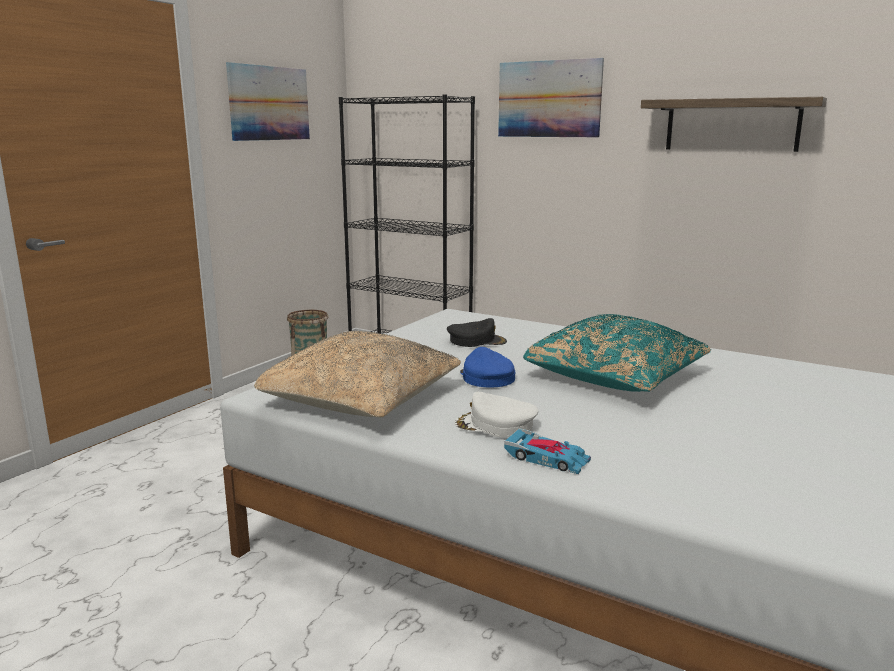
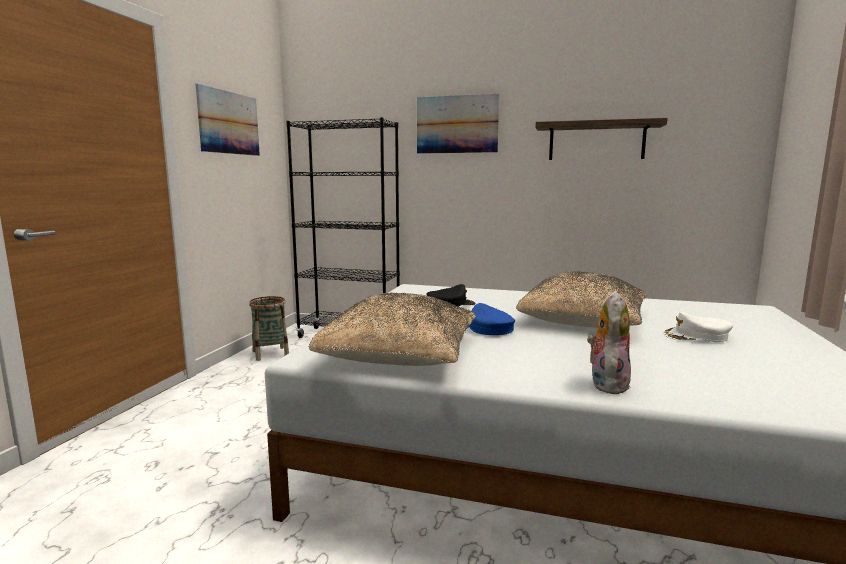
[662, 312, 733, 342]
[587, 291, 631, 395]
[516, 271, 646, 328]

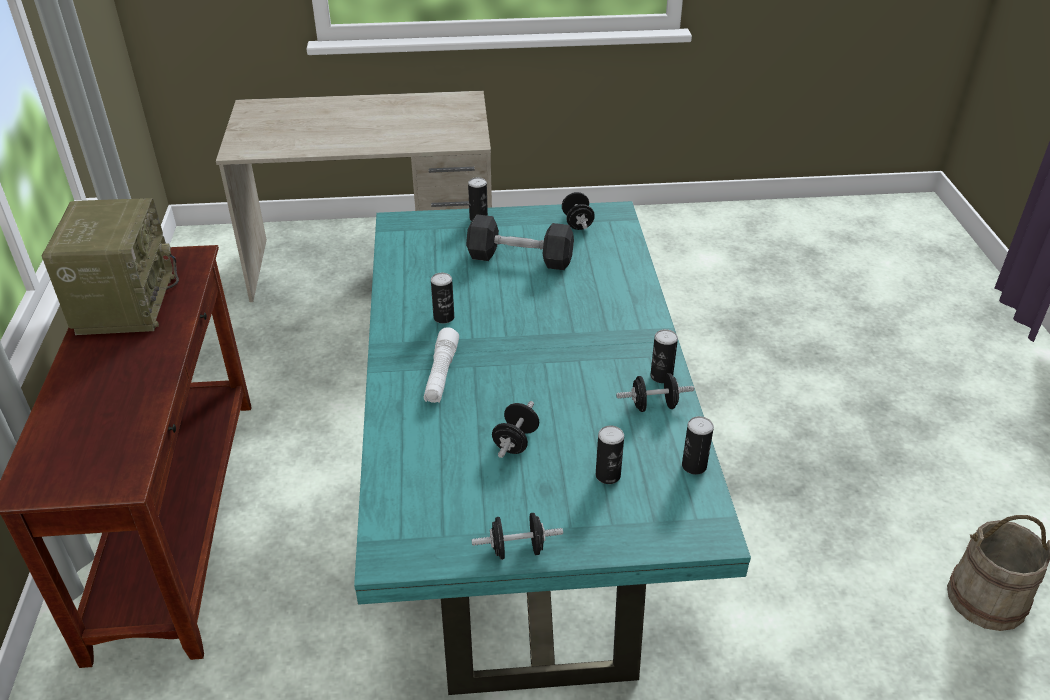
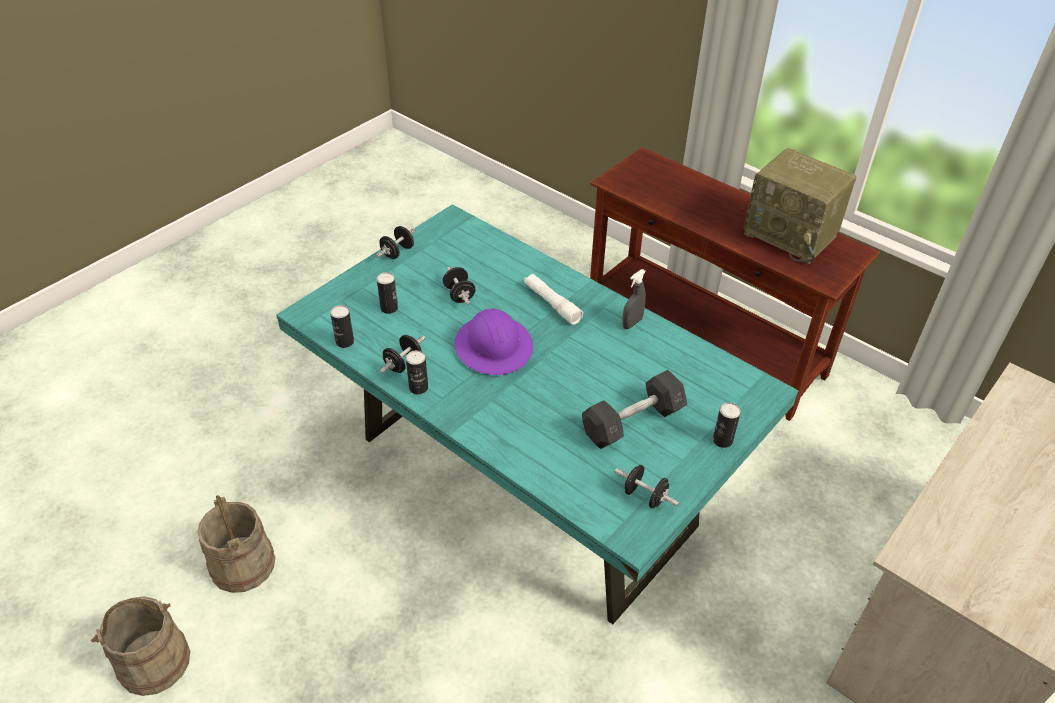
[431, 273, 454, 324] (first image)
[197, 495, 275, 593]
[454, 308, 533, 375]
[622, 269, 646, 329]

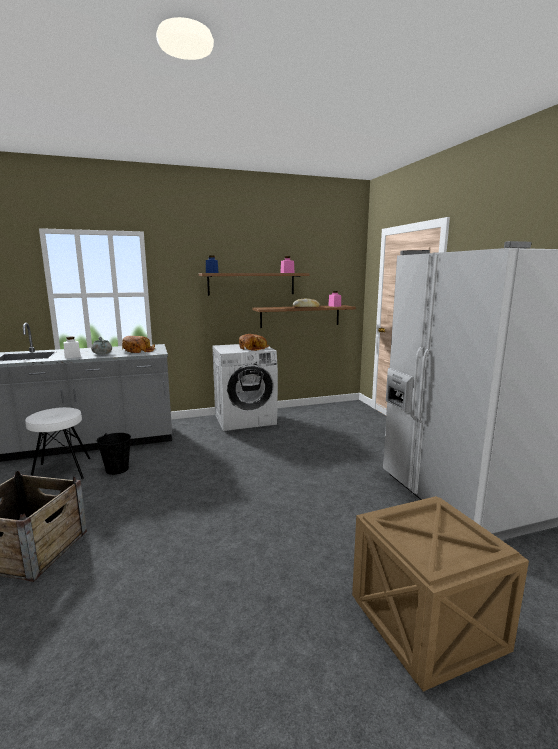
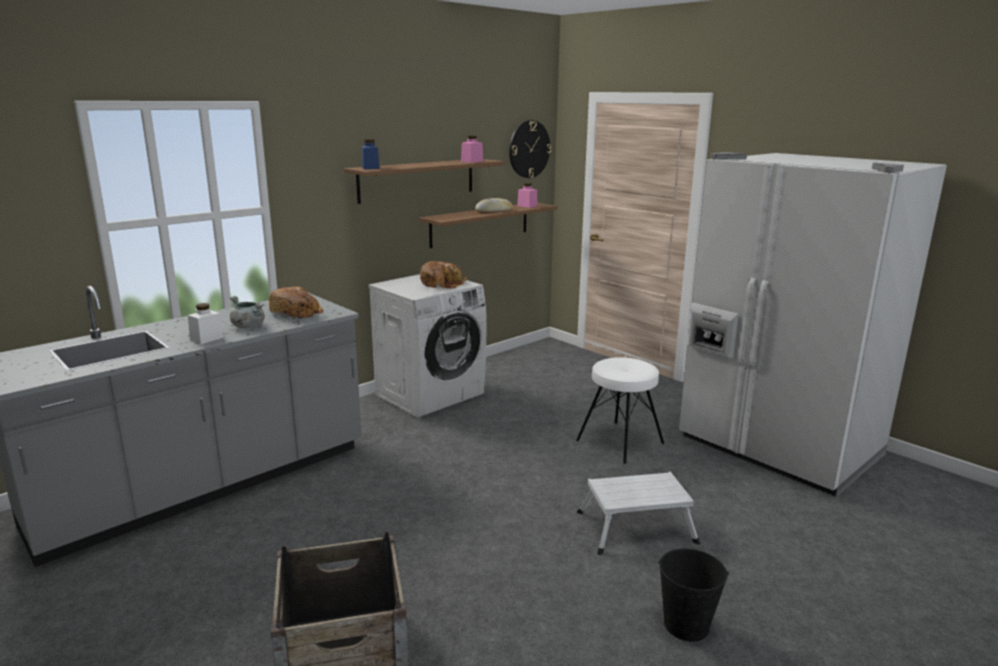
[352, 496, 529, 692] (first image)
[509, 120, 551, 178]
[577, 472, 700, 555]
[576, 357, 665, 464]
[659, 548, 729, 642]

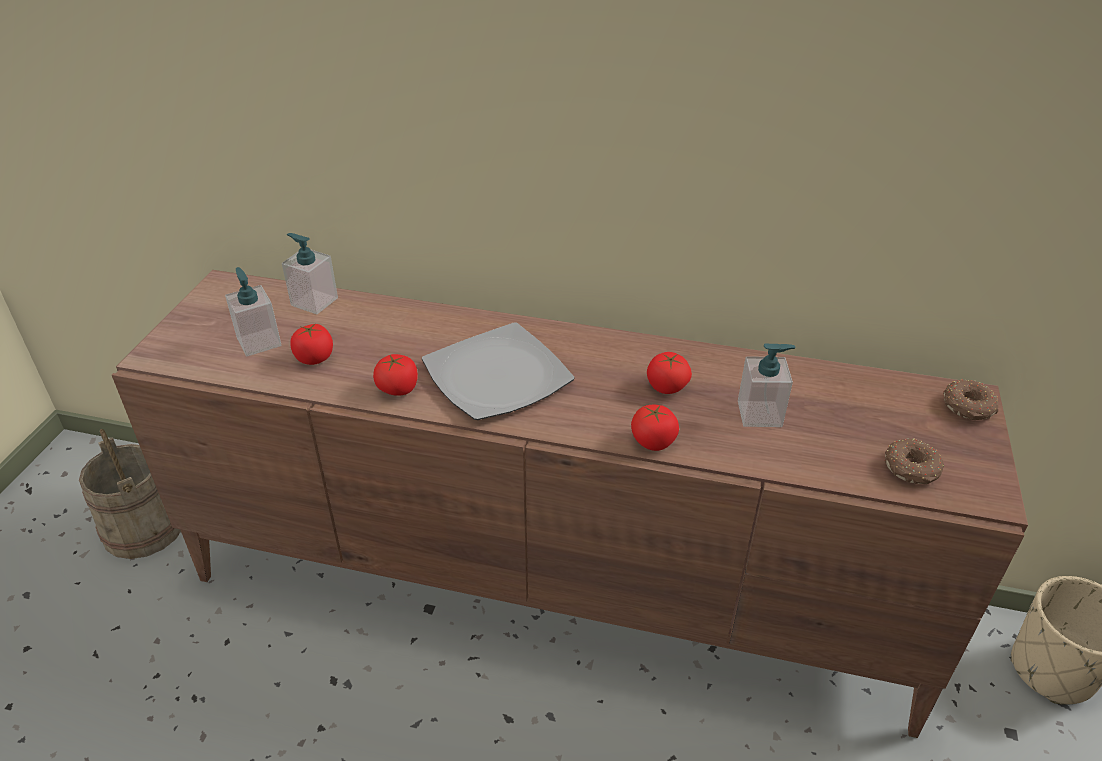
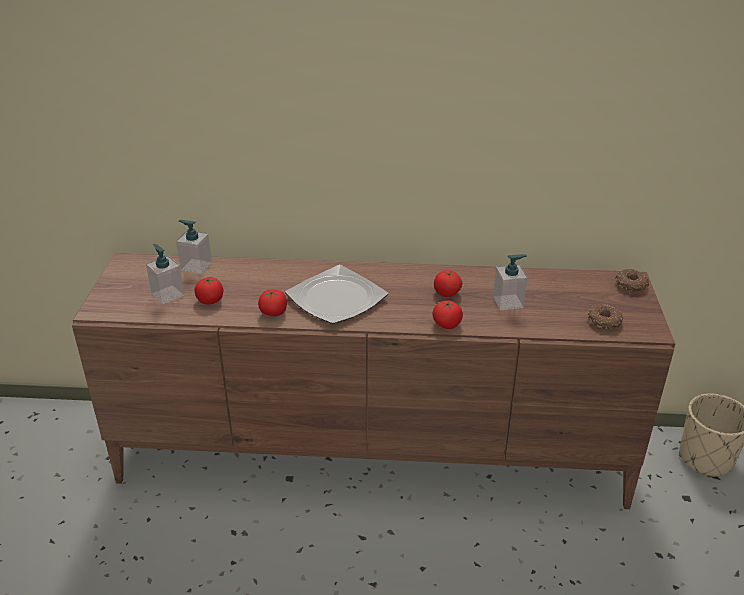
[79, 429, 181, 559] (first image)

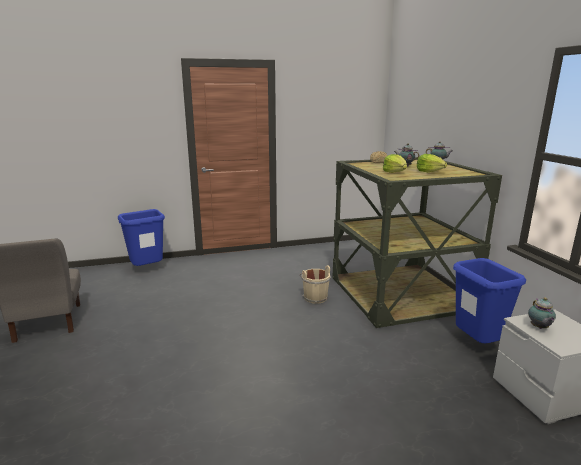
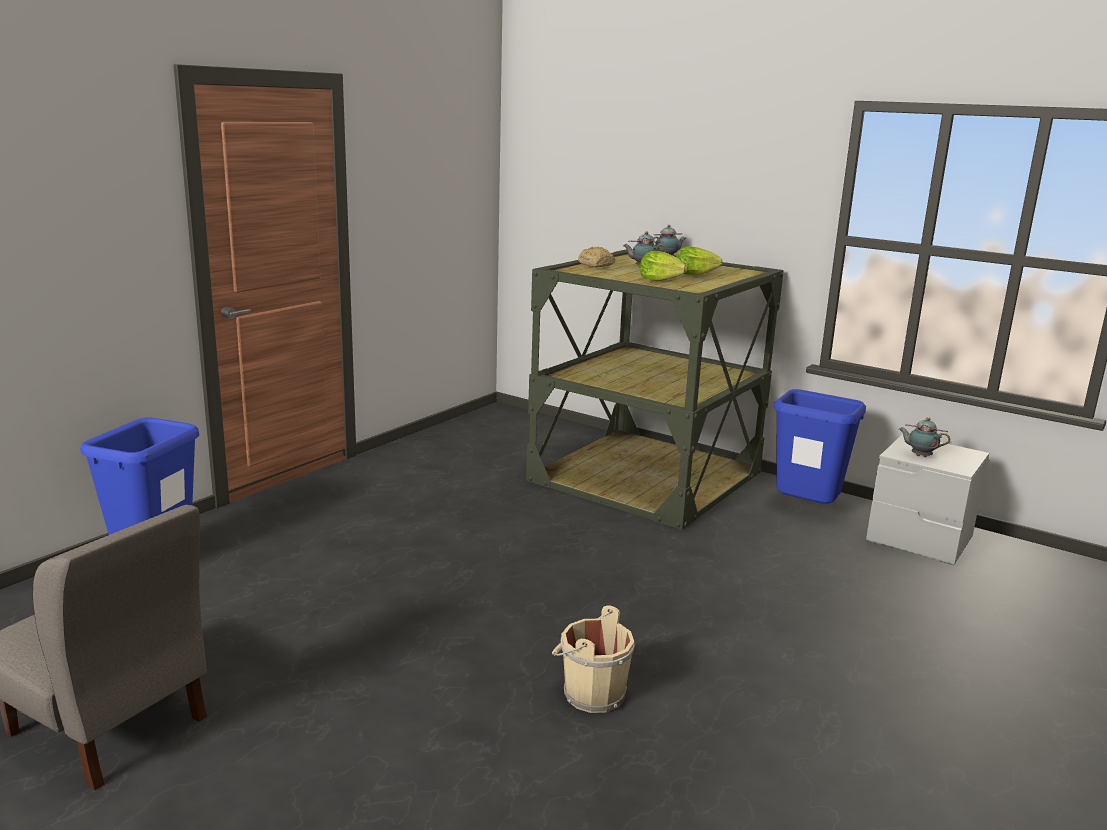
[552, 606, 635, 713]
[899, 417, 950, 457]

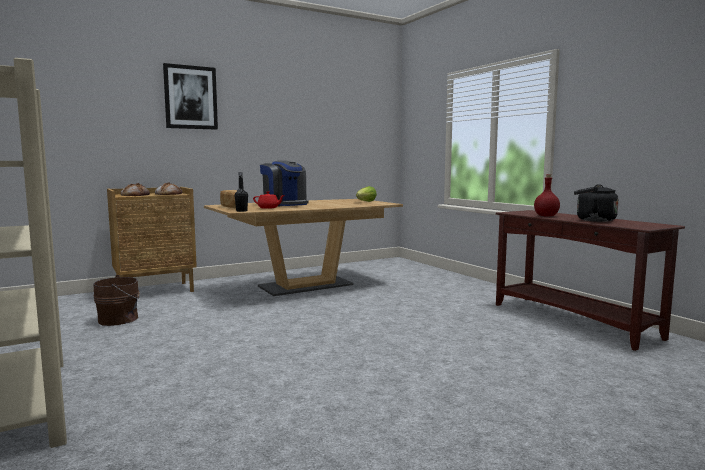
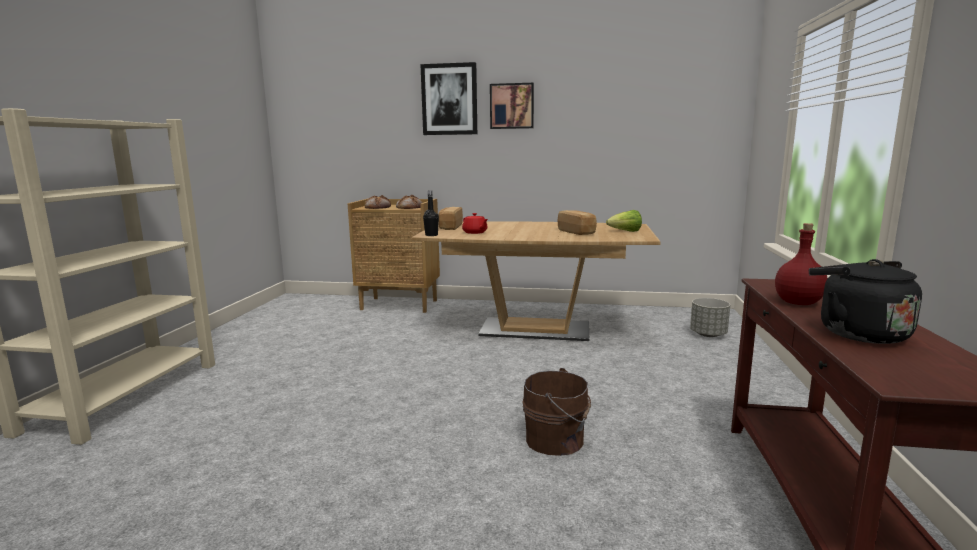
[260, 160, 308, 207] (first image)
[490, 83, 534, 129]
[557, 210, 597, 235]
[690, 298, 730, 337]
[522, 368, 591, 456]

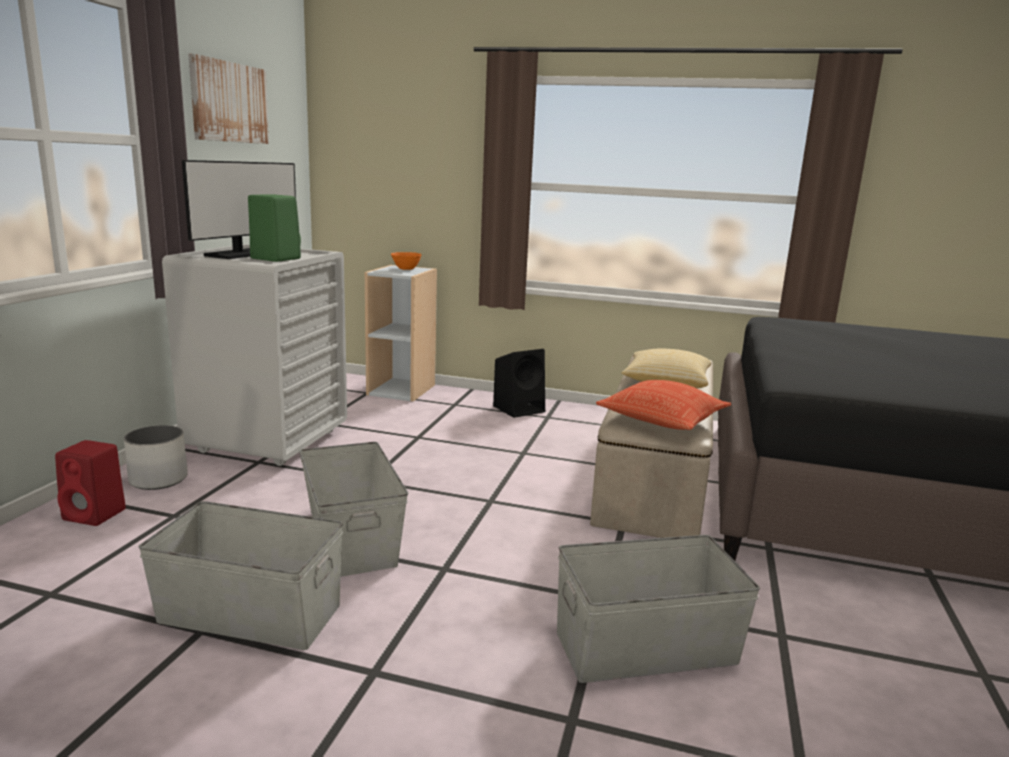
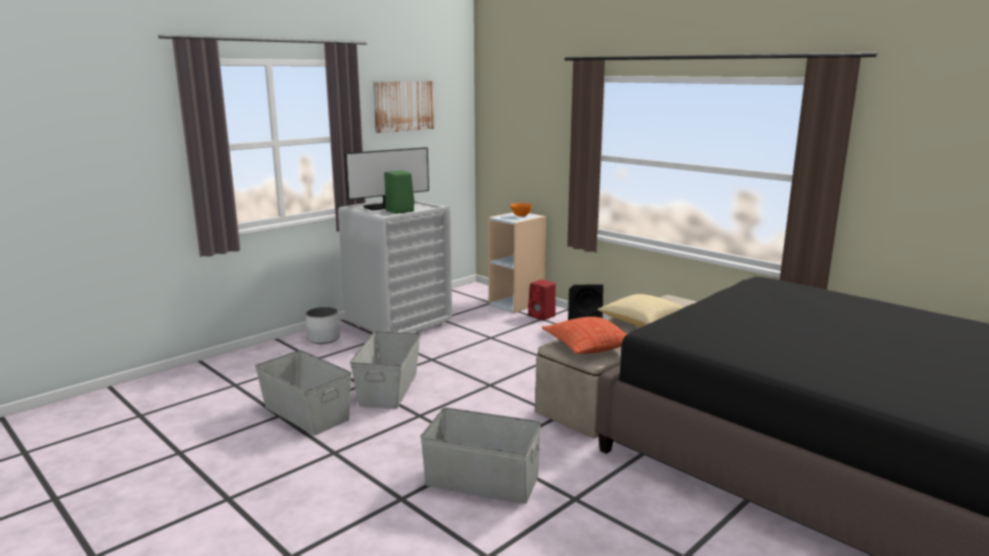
[528, 280, 556, 320]

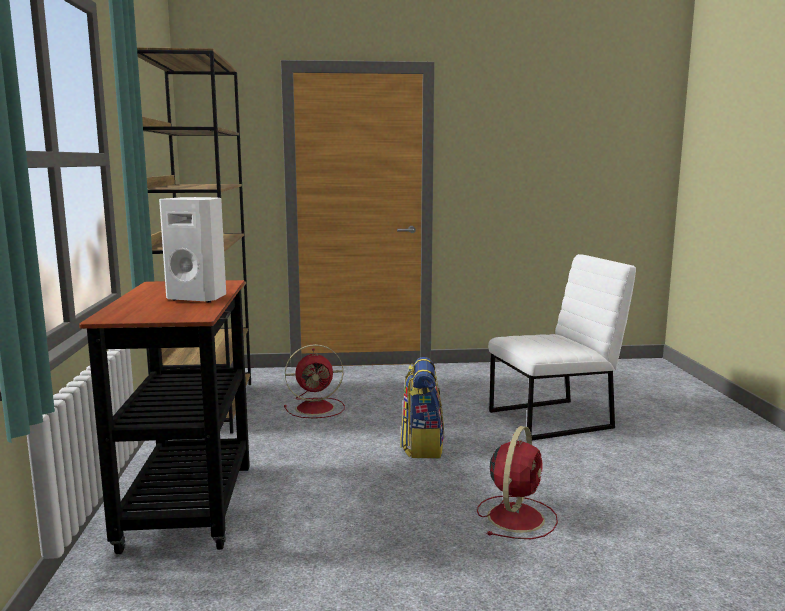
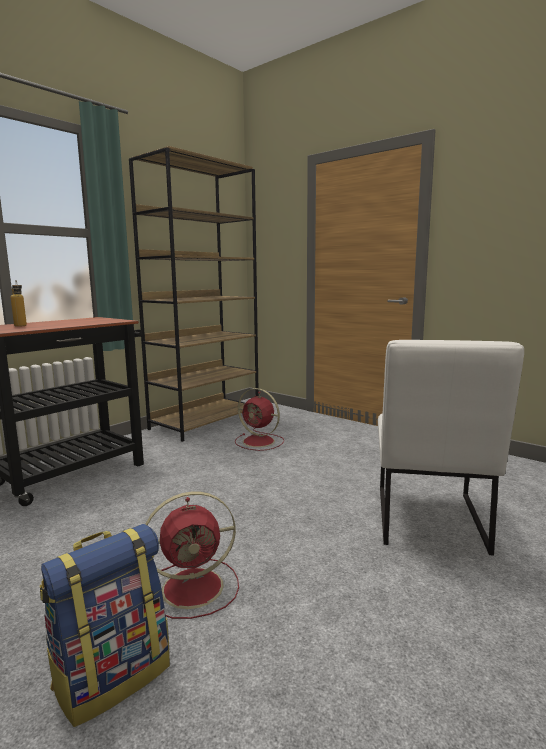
[159, 197, 226, 303] (first image)
[11, 280, 27, 327]
[40, 524, 170, 727]
[378, 340, 524, 556]

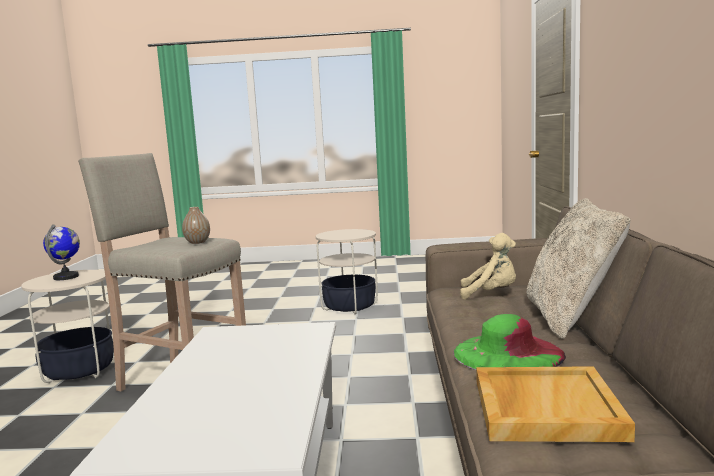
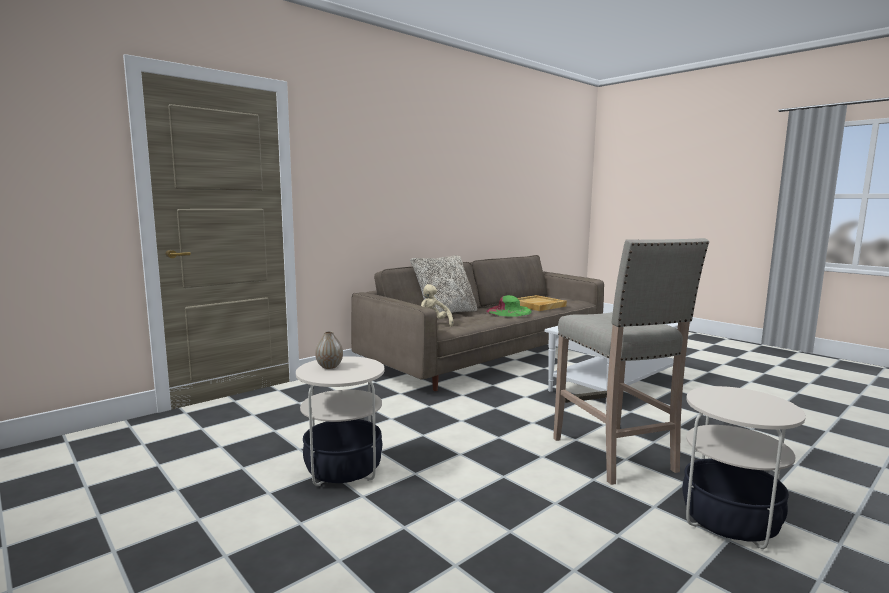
[43, 224, 80, 280] (first image)
[315, 331, 343, 369]

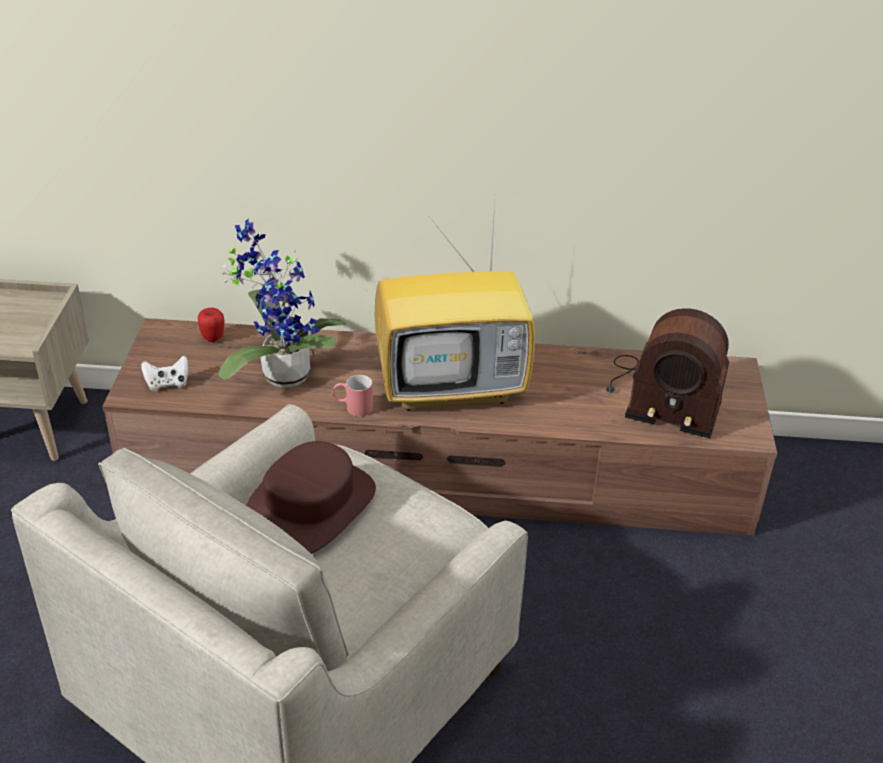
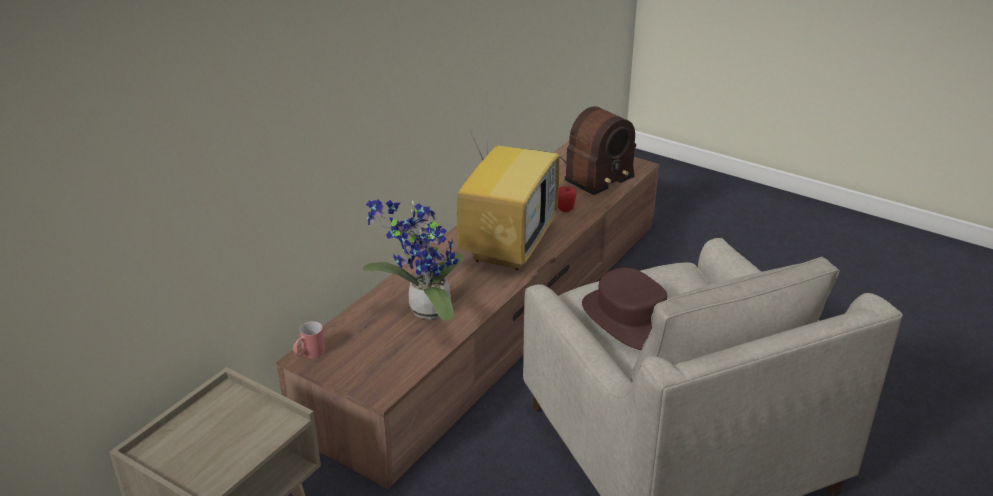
[141, 356, 188, 391] (first image)
[558, 186, 576, 212]
[293, 321, 325, 358]

